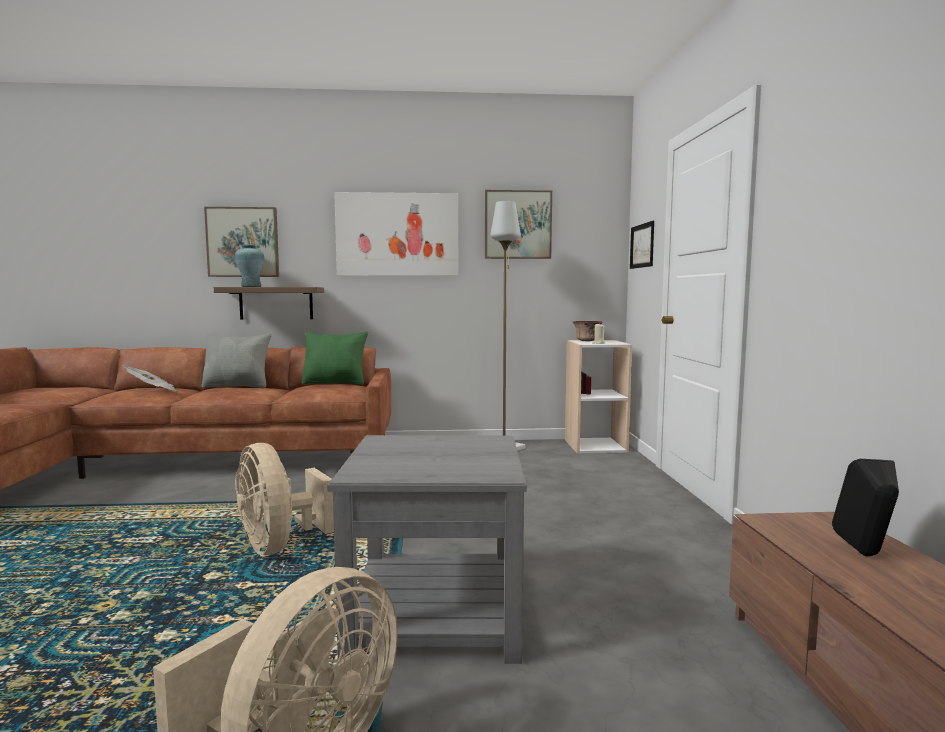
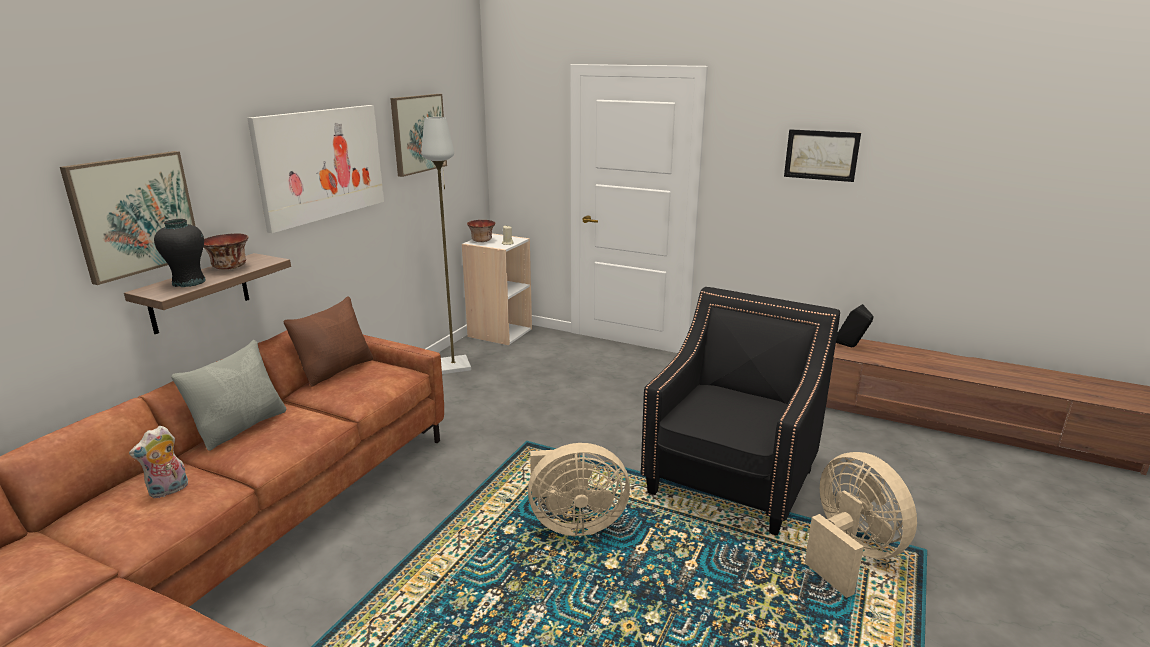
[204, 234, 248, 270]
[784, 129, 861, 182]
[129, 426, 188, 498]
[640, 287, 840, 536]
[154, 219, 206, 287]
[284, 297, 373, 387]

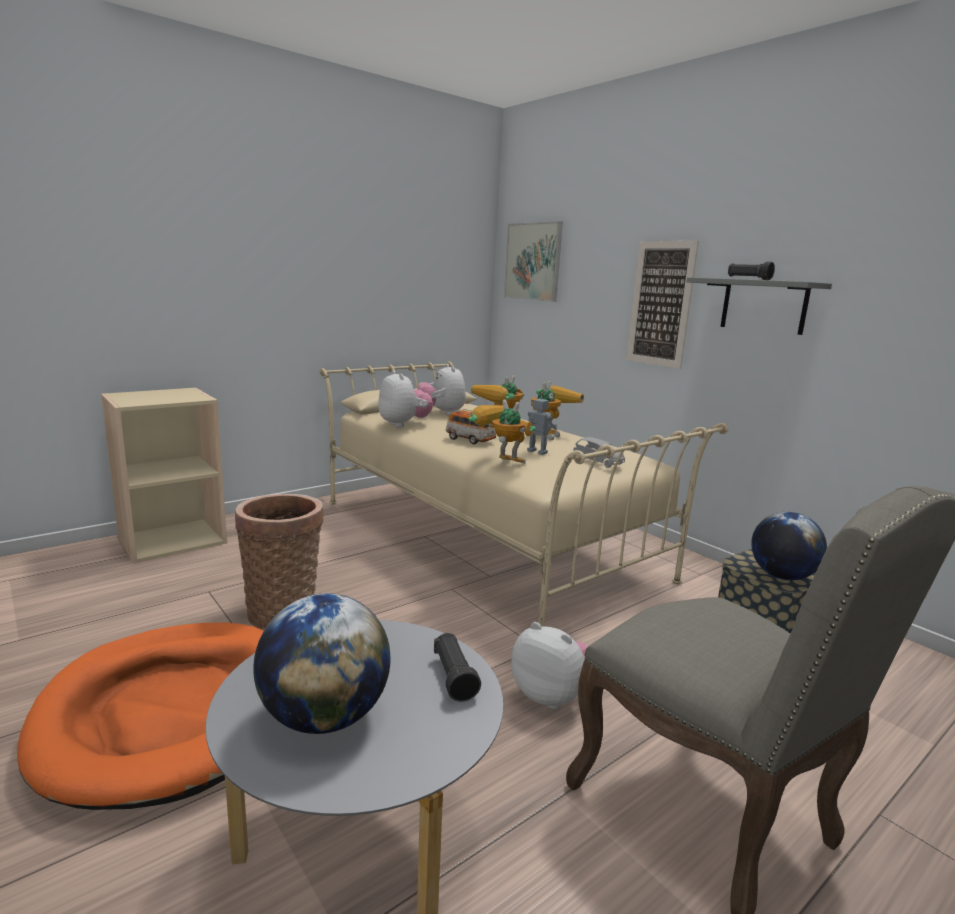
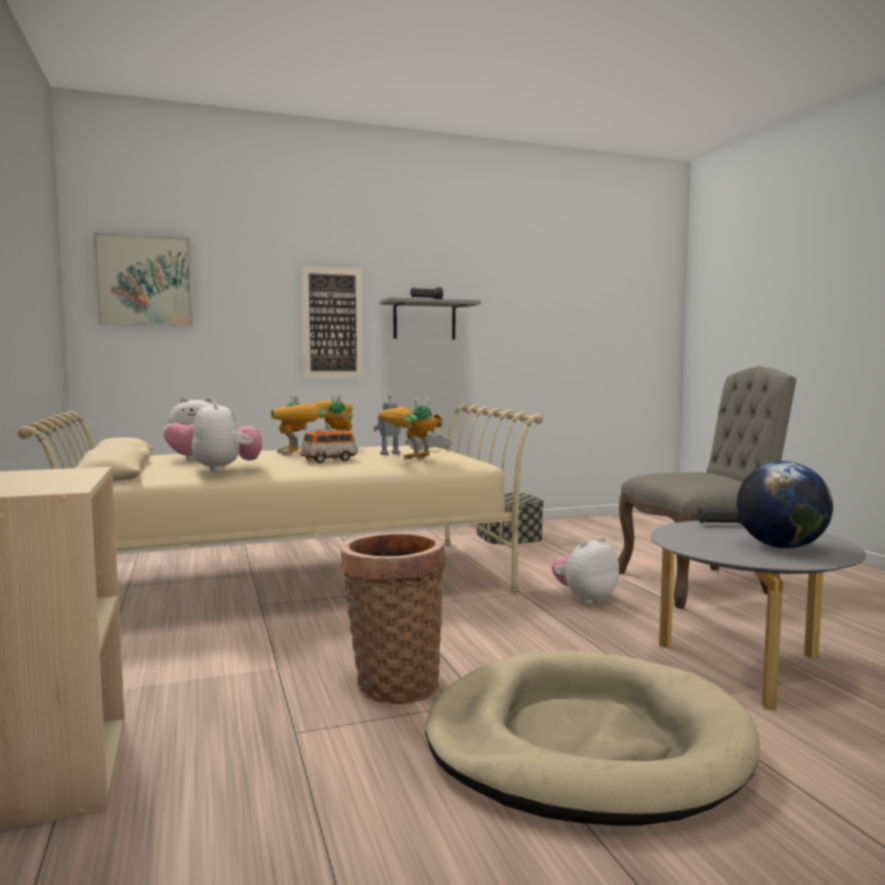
[751, 512, 827, 580] (first image)
[425, 651, 760, 826]
[192, 401, 262, 472]

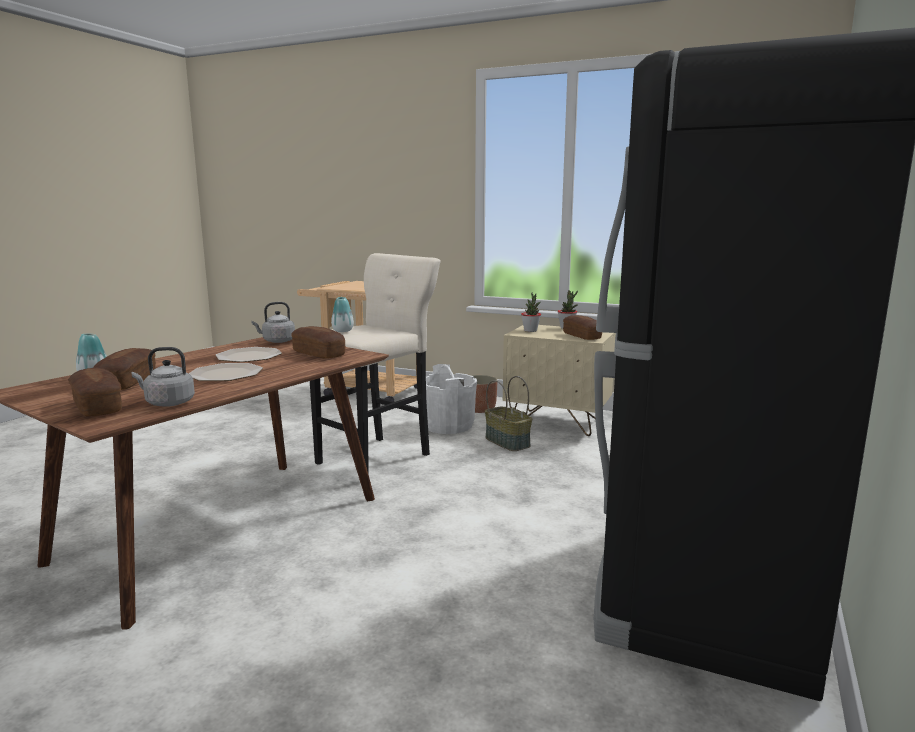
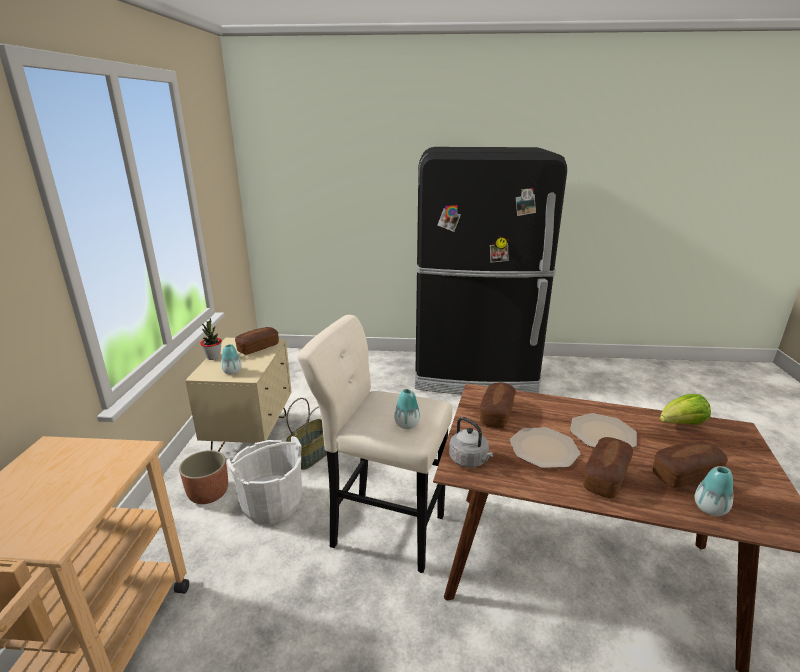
[583, 437, 633, 499]
[660, 394, 711, 425]
[221, 344, 242, 375]

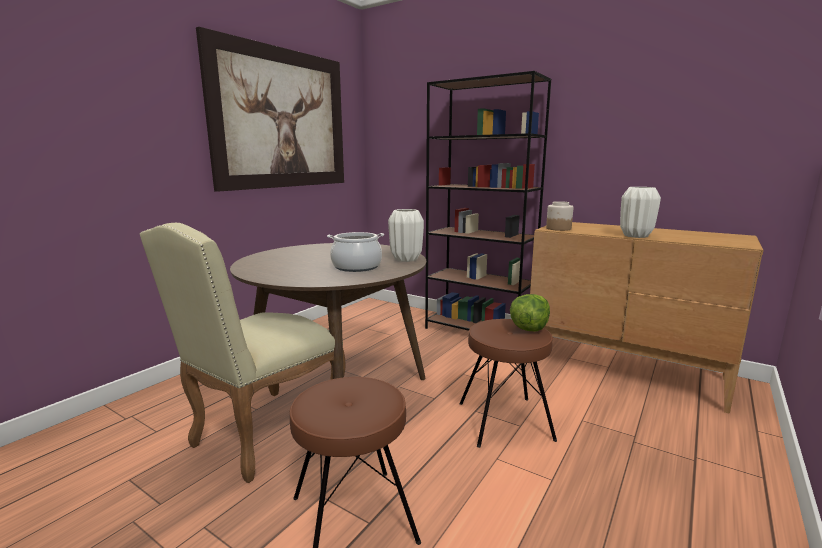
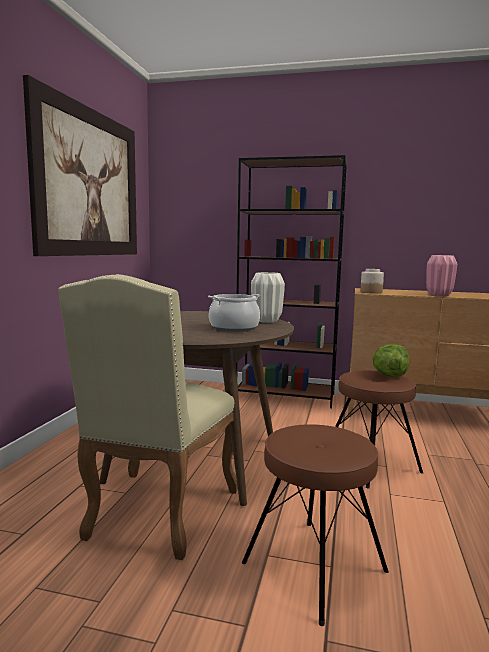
[426, 255, 457, 297]

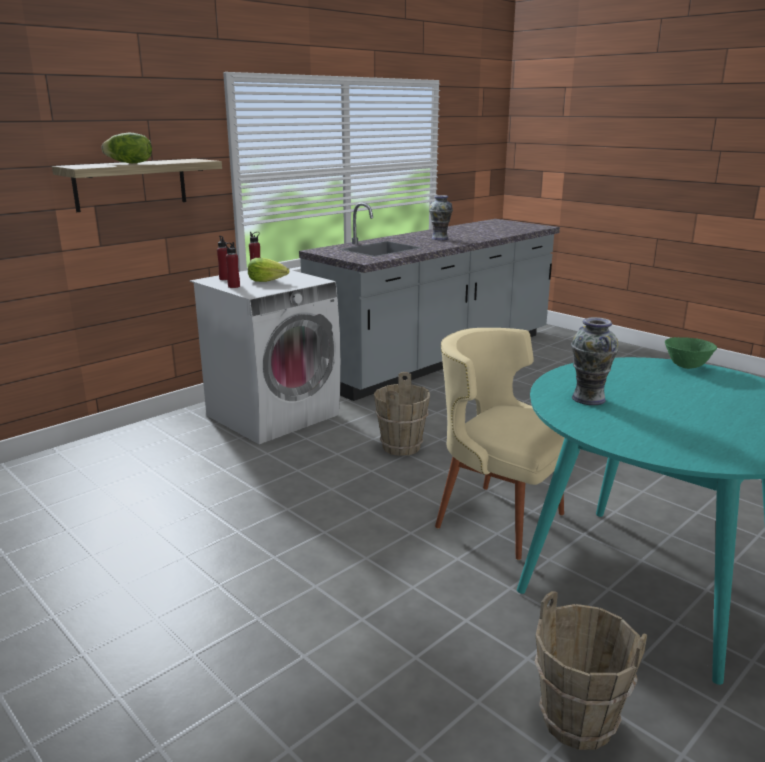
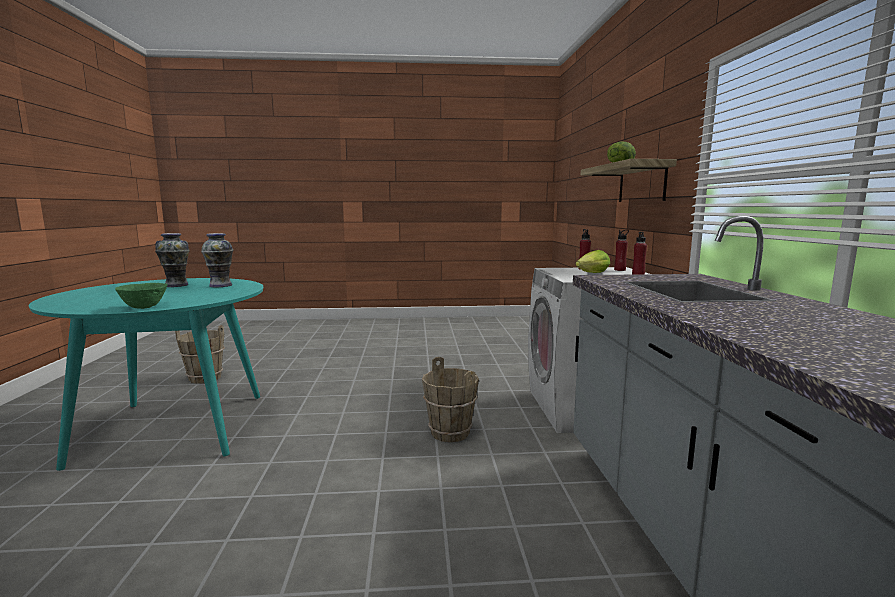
[435, 328, 564, 560] (first image)
[155, 233, 190, 287]

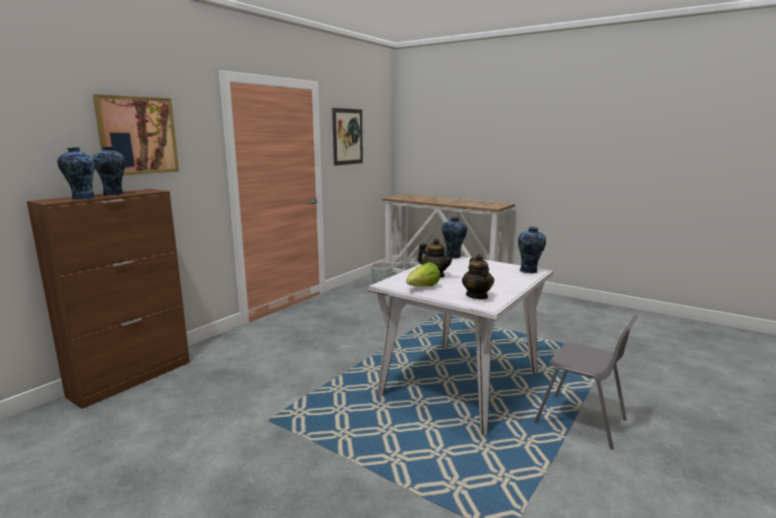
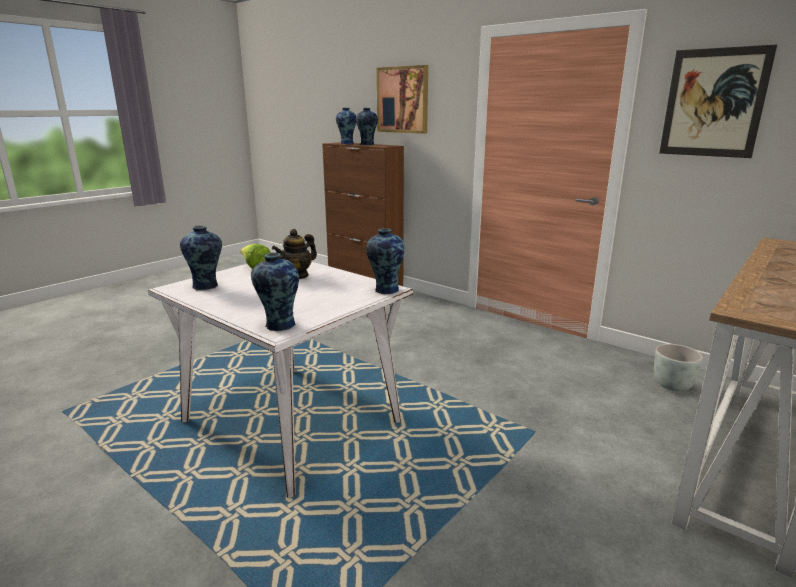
[534, 315, 639, 449] (first image)
[180, 225, 222, 290]

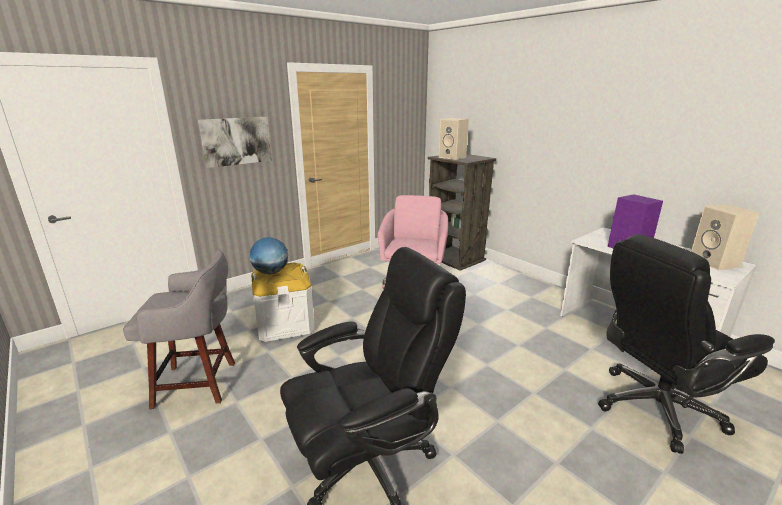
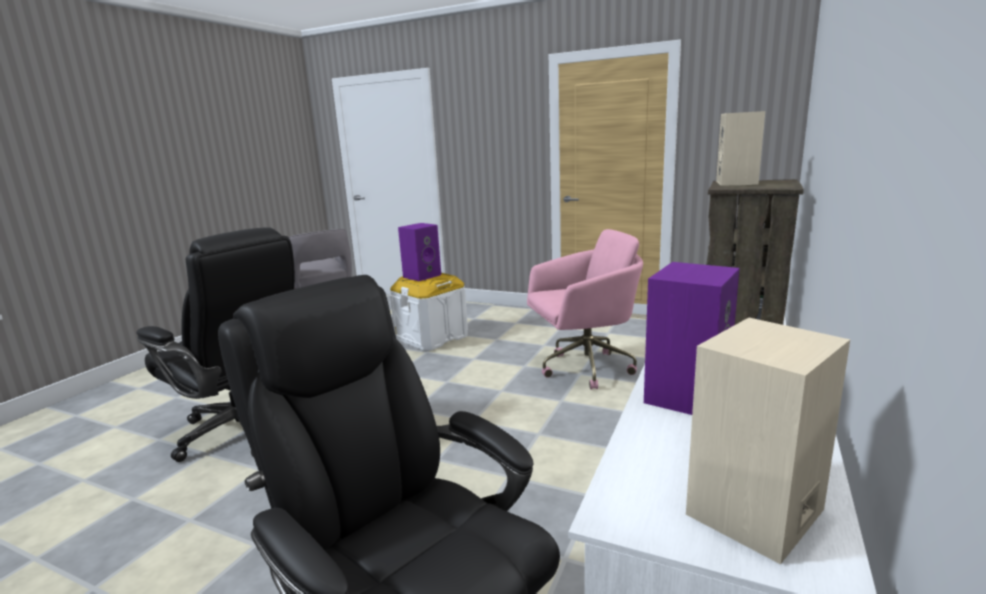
[198, 117, 272, 168] (first image)
[398, 223, 441, 281]

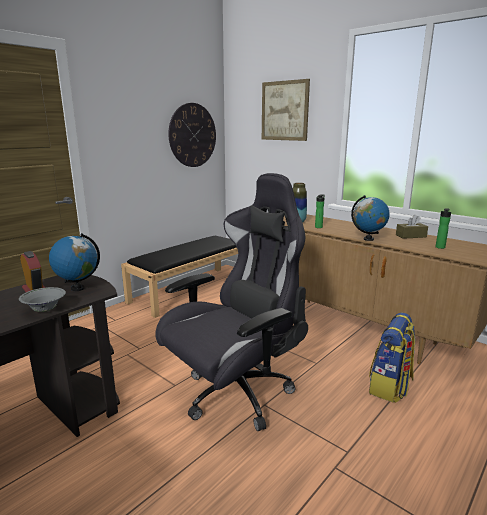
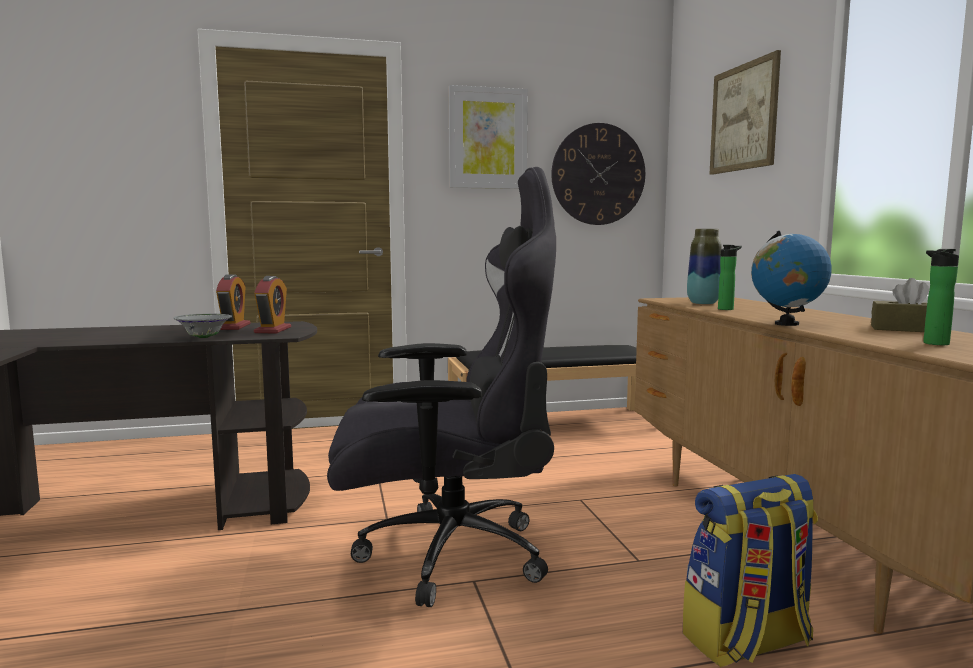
[449, 85, 528, 189]
[254, 276, 291, 333]

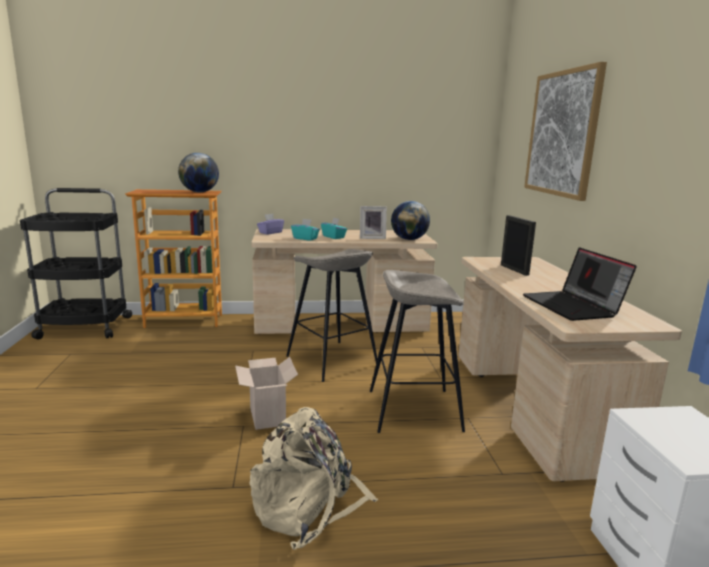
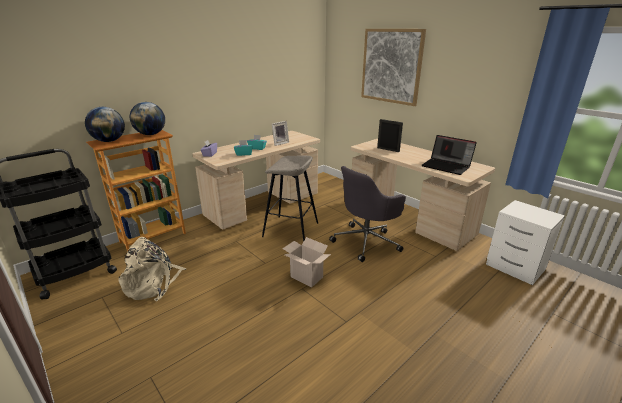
[118, 237, 187, 301]
[85, 107, 125, 142]
[329, 166, 406, 262]

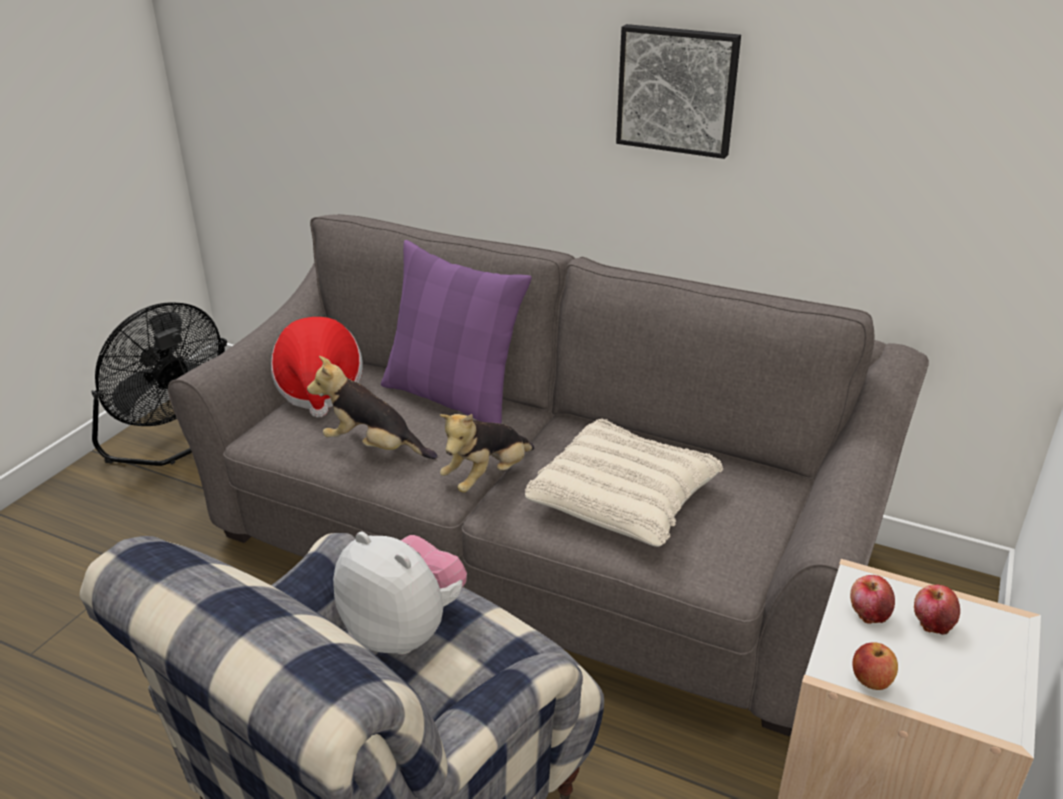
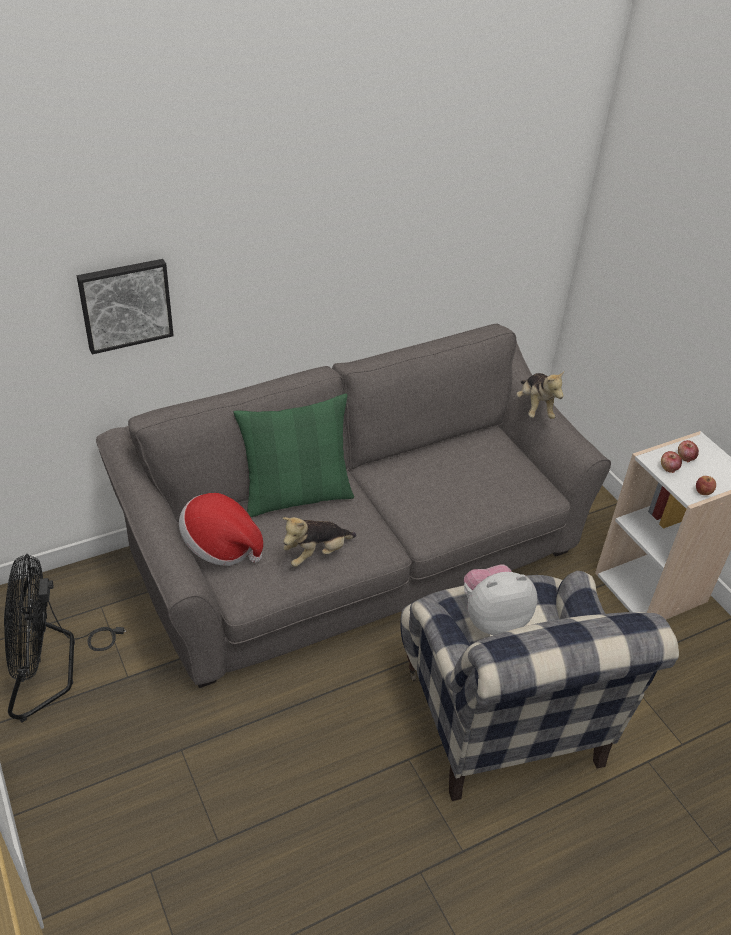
[525, 418, 723, 547] (first image)
[516, 370, 565, 419]
[77, 259, 174, 355]
[233, 394, 354, 517]

